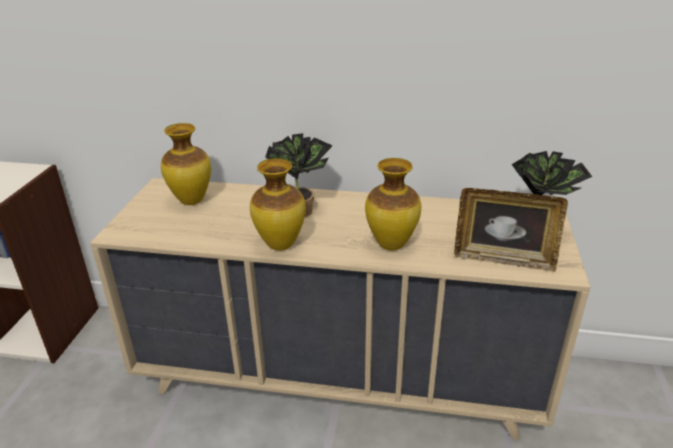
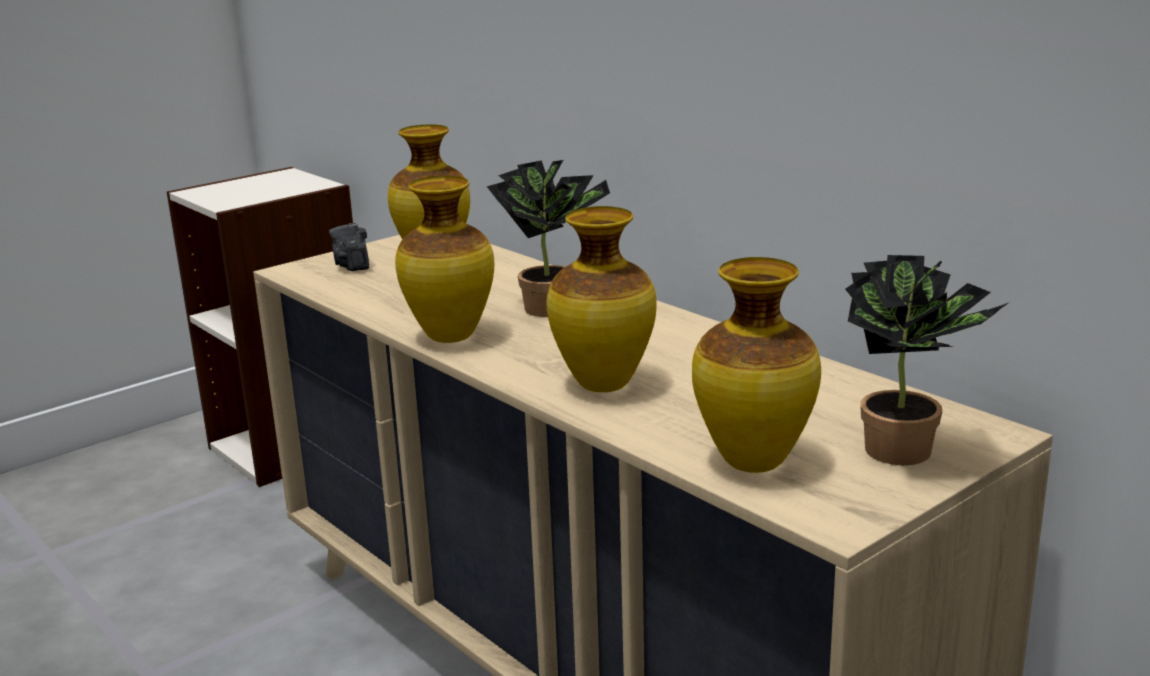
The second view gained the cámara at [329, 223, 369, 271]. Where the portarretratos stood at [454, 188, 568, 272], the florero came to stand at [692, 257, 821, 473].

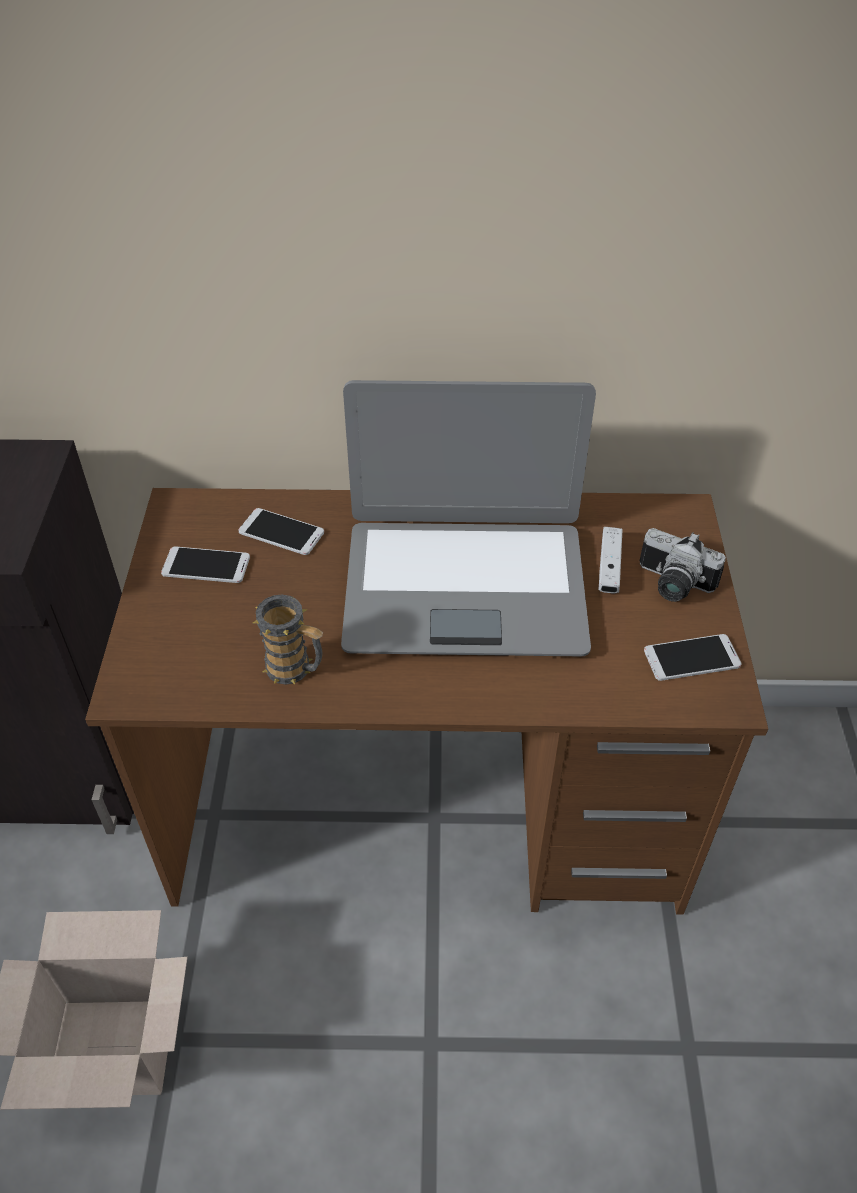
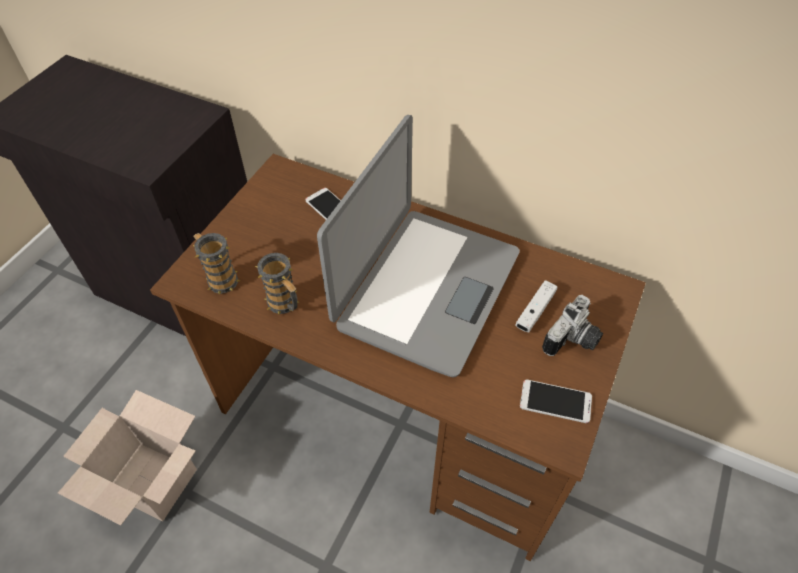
The second view lost the móvil at [161, 546, 250, 583]. The second view gained the taza grande at [193, 233, 240, 294]. The portátil at [341, 380, 596, 656] ended up facing another way, 90 degrees counterclockwise from before. The cámara at [640, 528, 726, 602] ended up facing another way, 105 degrees counterclockwise from before.

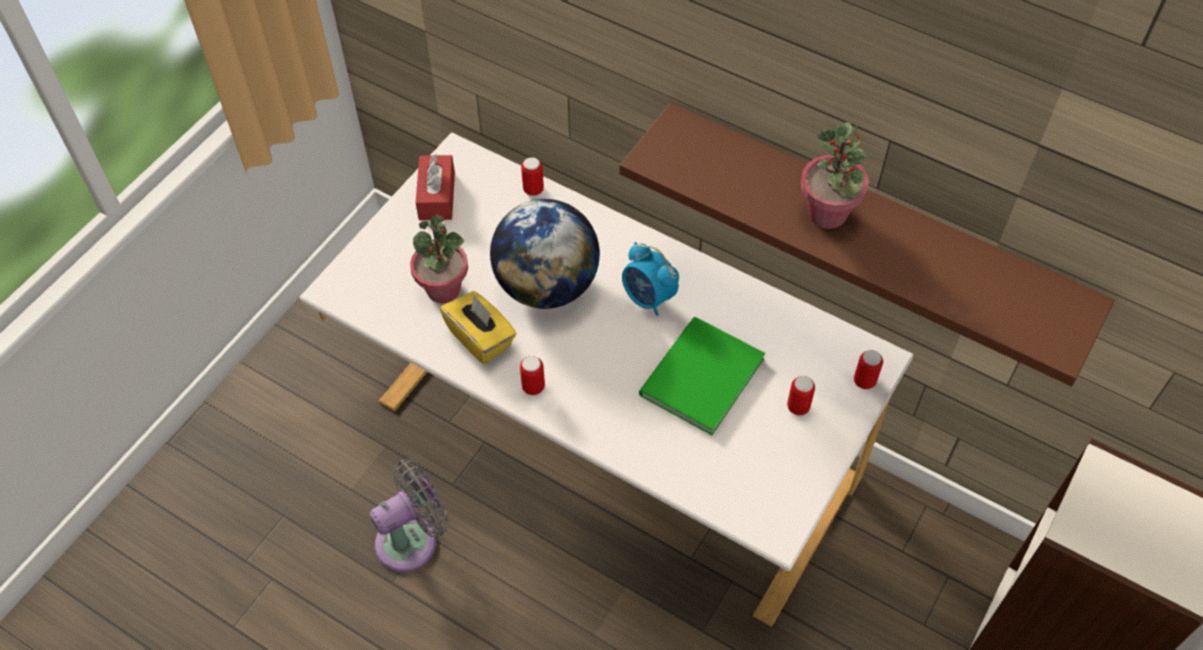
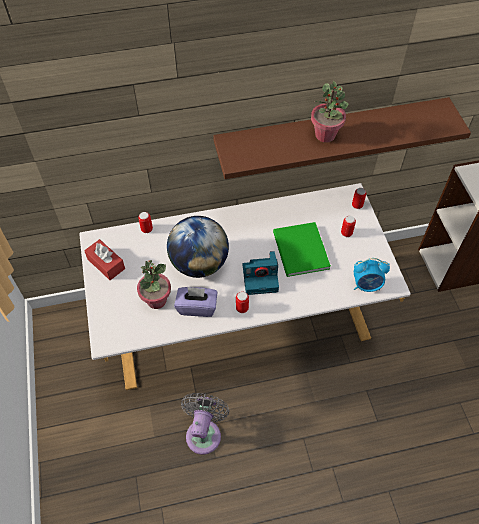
The second view gained the cámara at [243, 251, 279, 295]. The despertador ended up elsewhere, having gone from [622, 242, 679, 316] to [354, 258, 390, 292]. What was the caja de pañuelos [amarillo] at [440, 291, 517, 364] turned into the caja de pañuelos [morado] at [174, 286, 217, 317].

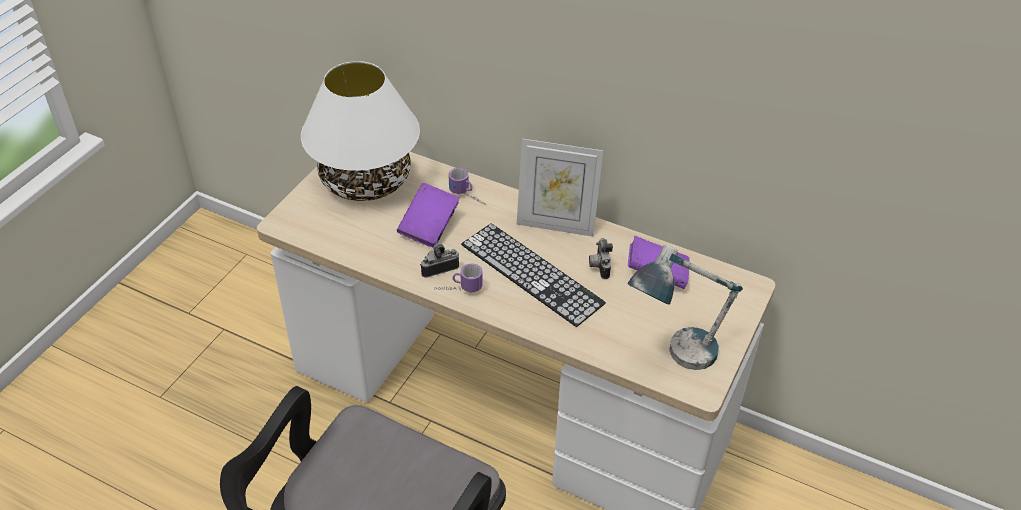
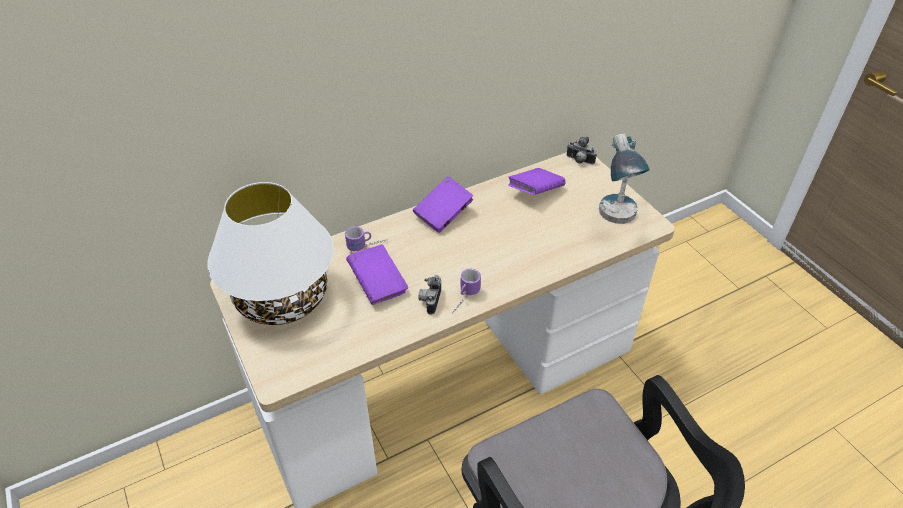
The second view lost the teclado at [461, 223, 606, 327]. The cámara ended up elsewhere, having gone from [589, 238, 613, 279] to [567, 137, 597, 164]. Where the portarretratos stood at [517, 139, 603, 237], the libro [morado] came to stand at [413, 176, 473, 233].

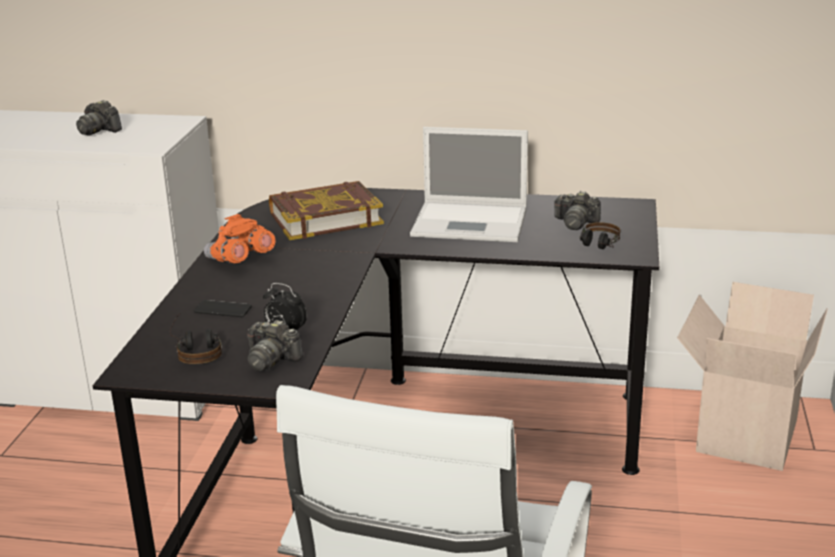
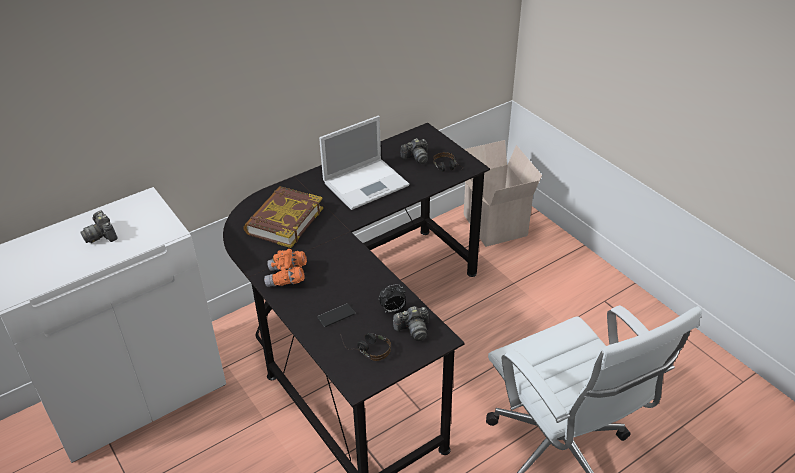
The cámara at [76, 100, 122, 136] ended up facing another way, 60 degrees clockwise from before.

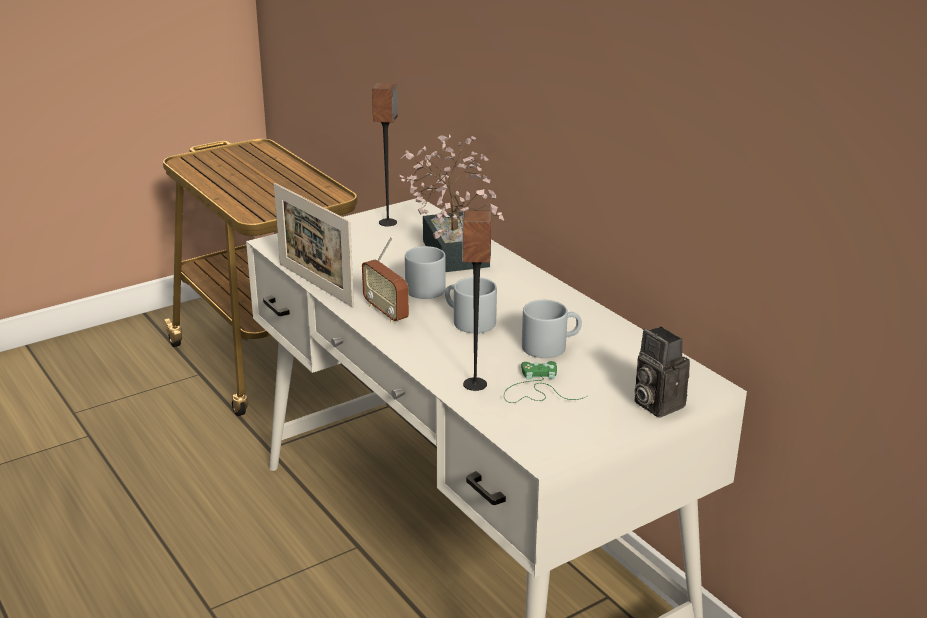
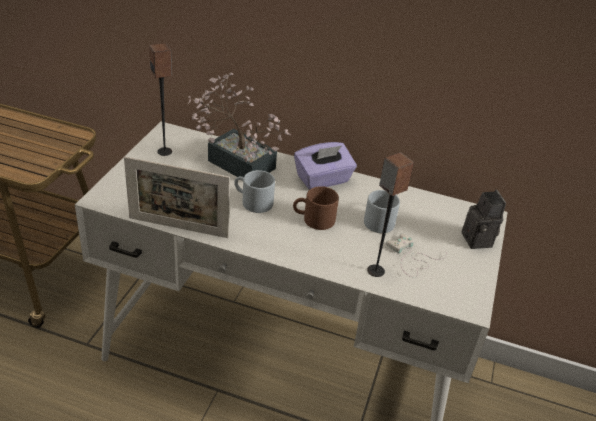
The second view lost the radio at [362, 236, 409, 323]. The second view gained the caja de pañuelos [morado] at [294, 142, 357, 190]. What was the taza grande [gris] at [445, 277, 497, 333] turned into the taza grande [marrón] at [293, 186, 339, 230]. What was the mando de consola [verde] at [504, 361, 588, 403] turned into the mando de consola [blanco] at [386, 233, 447, 277]. The cámara at [634, 326, 690, 418] ended up facing another way, 120 degrees counterclockwise from before.

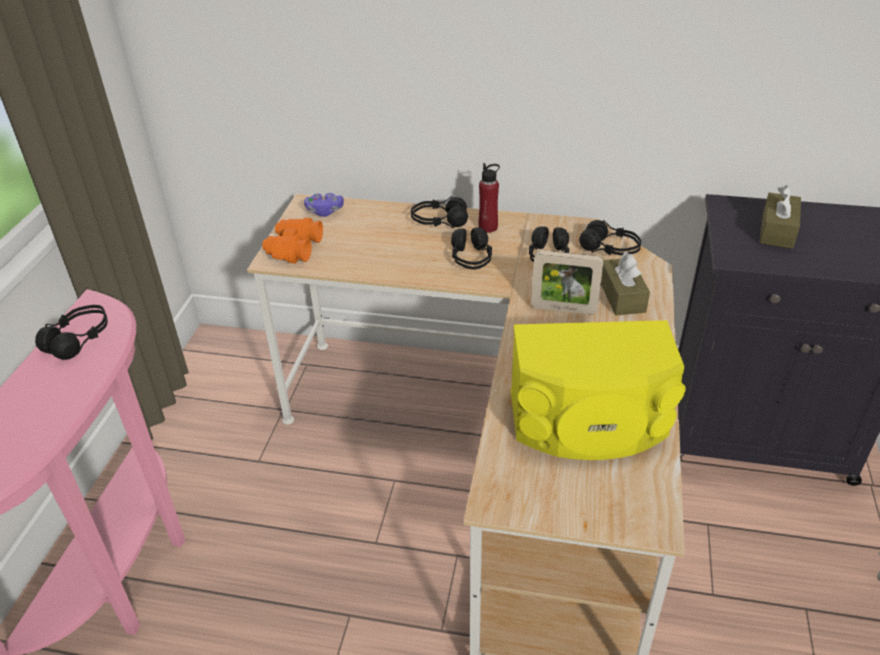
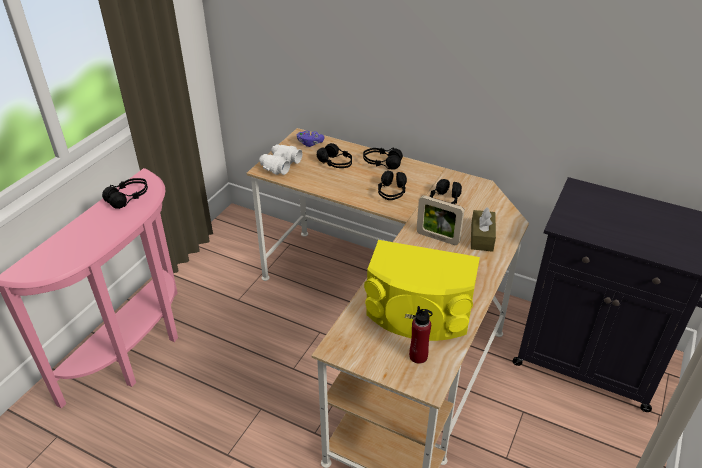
The second view lost the caja de pañuelos [marrón] at [760, 185, 801, 249]. The botella [rojo] ended up elsewhere, having gone from [478, 163, 500, 233] to [409, 306, 433, 364]. The auriculares [negro] ended up elsewhere, having gone from [579, 220, 641, 255] to [317, 143, 352, 168]. What was the prismáticos [naranja] at [262, 218, 323, 264] turned into the prismáticos [blanco] at [259, 144, 303, 175].

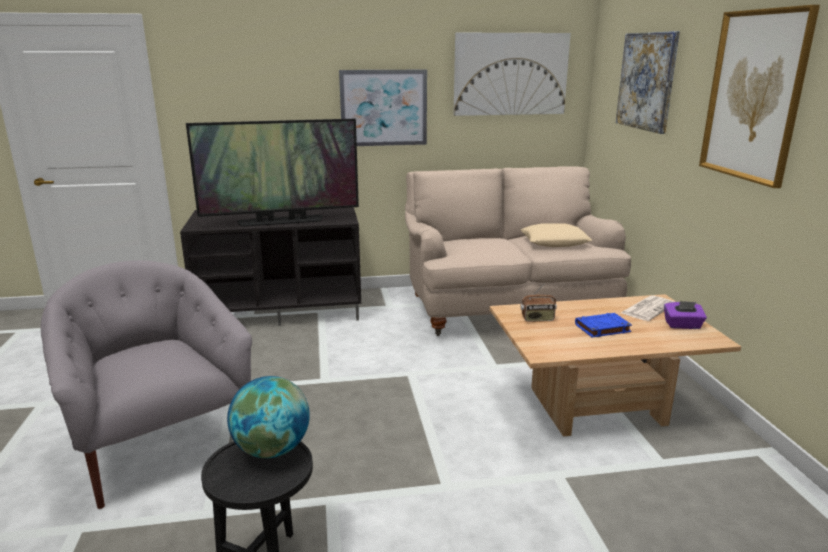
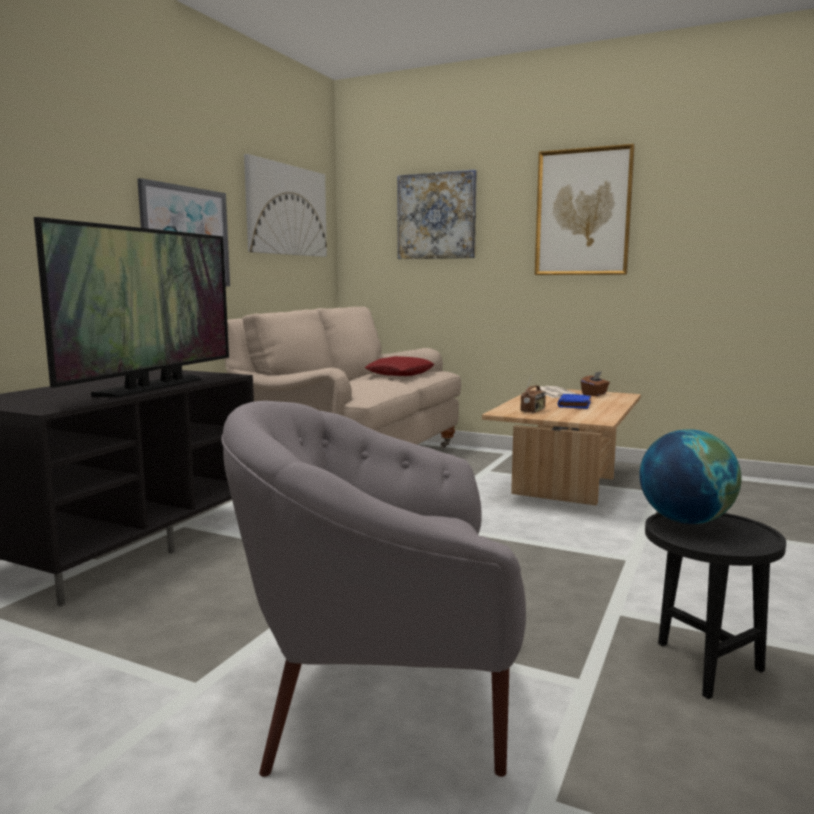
What was the cojín [beis] at [521, 223, 592, 247] turned into the cojín [rojo] at [365, 356, 435, 376]. What was the caja de pañuelos [morado] at [664, 301, 707, 329] turned into the caja de pañuelos [marrón] at [581, 371, 610, 396].

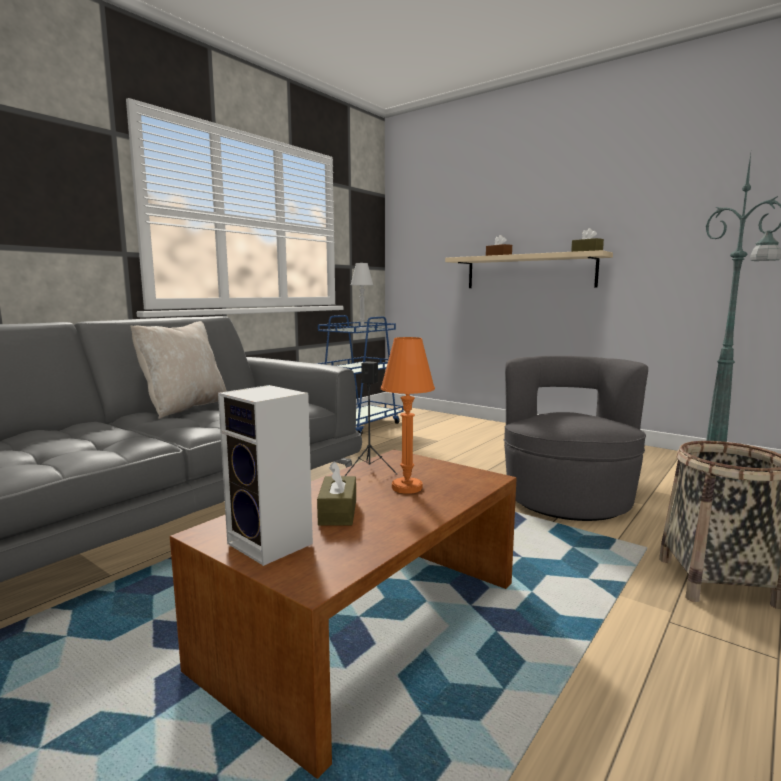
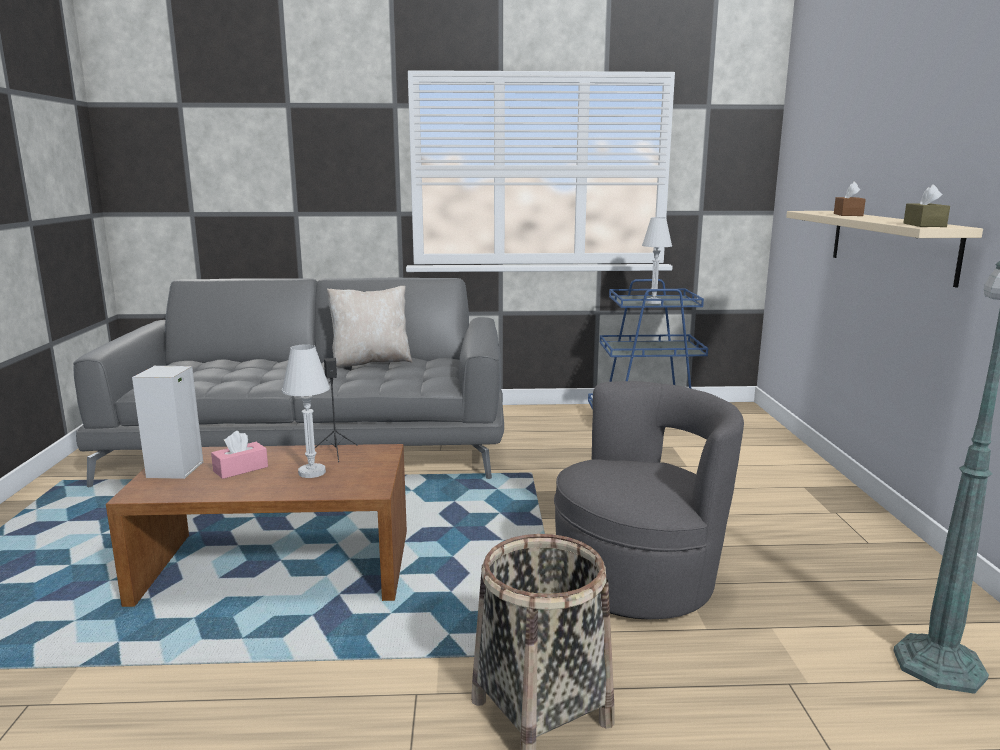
What was the caja de pañuelos [marrón] at [317, 461, 356, 526] turned into the caja de pañuelos [rosa] at [211, 431, 268, 479]. What was the lámpara de mesa [naranja] at [381, 337, 435, 494] turned into the lámpara de mesa [blanco] at [282, 344, 330, 478].

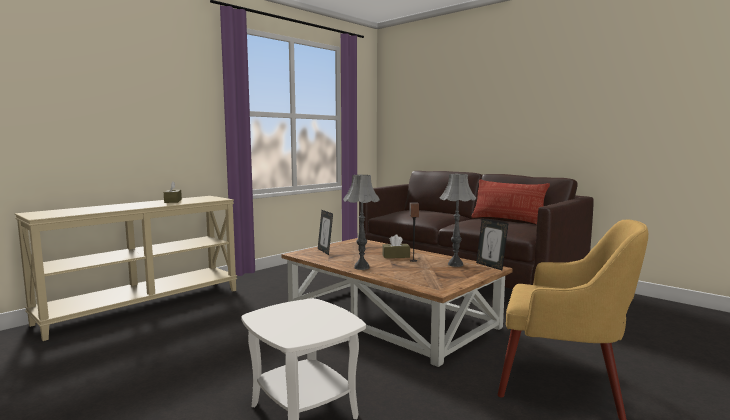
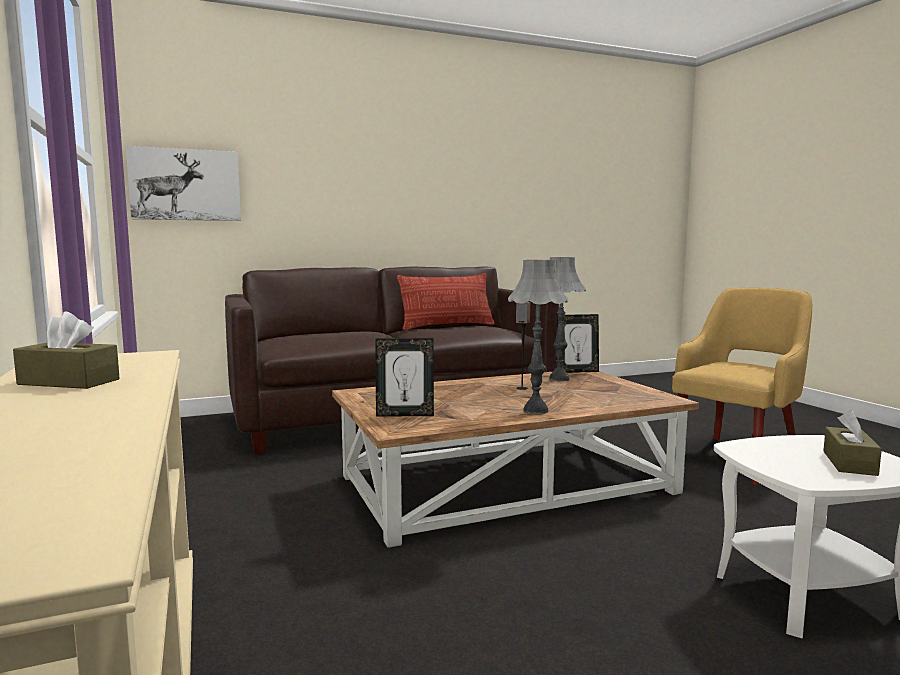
The second view gained the cuadro at [126, 146, 241, 221]. The caja de pañuelos [marrón] ended up elsewhere, having gone from [382, 234, 410, 258] to [823, 410, 882, 476].

